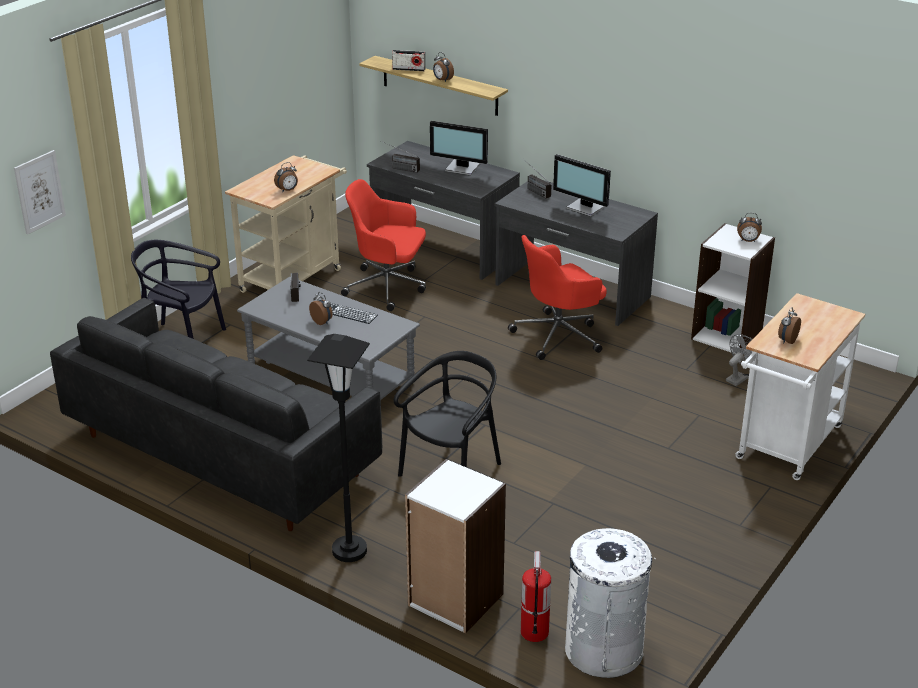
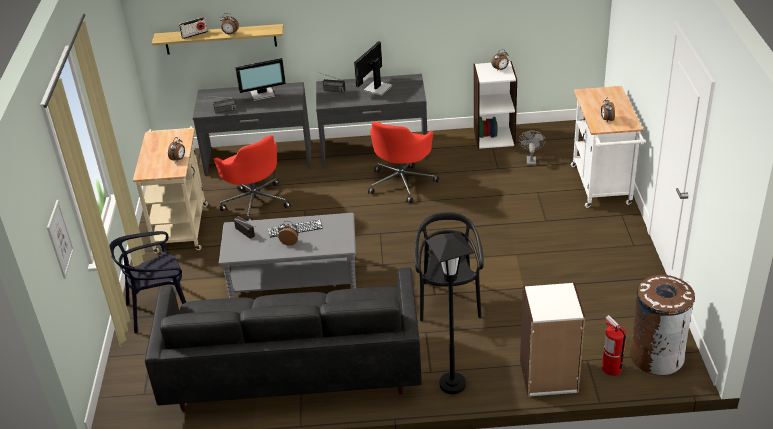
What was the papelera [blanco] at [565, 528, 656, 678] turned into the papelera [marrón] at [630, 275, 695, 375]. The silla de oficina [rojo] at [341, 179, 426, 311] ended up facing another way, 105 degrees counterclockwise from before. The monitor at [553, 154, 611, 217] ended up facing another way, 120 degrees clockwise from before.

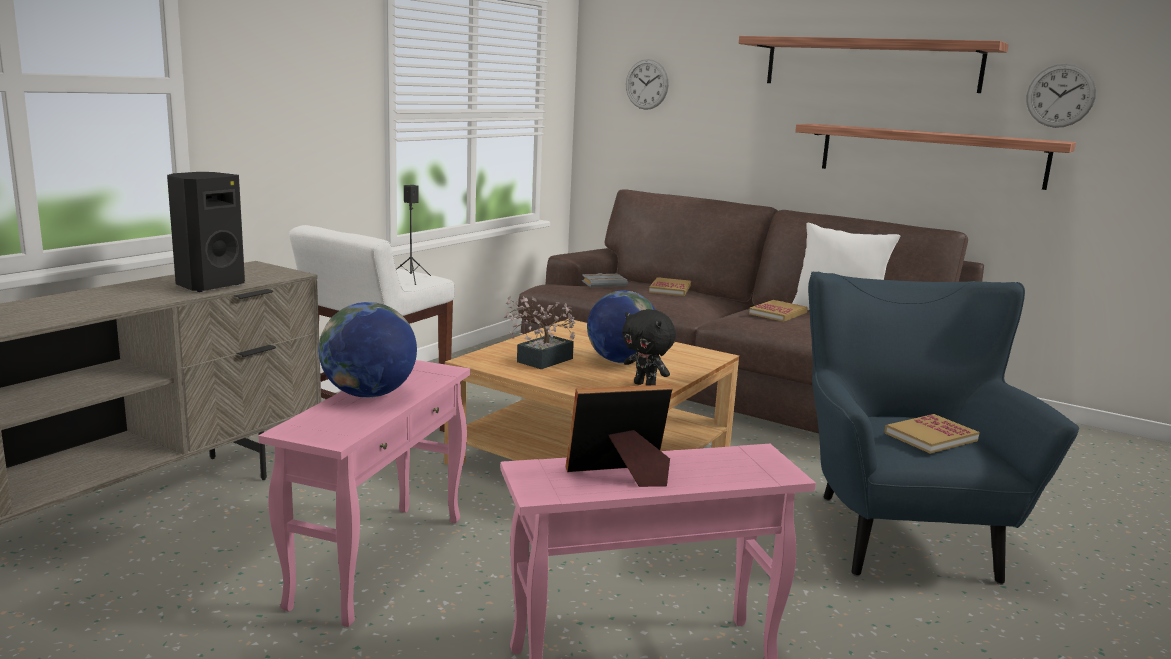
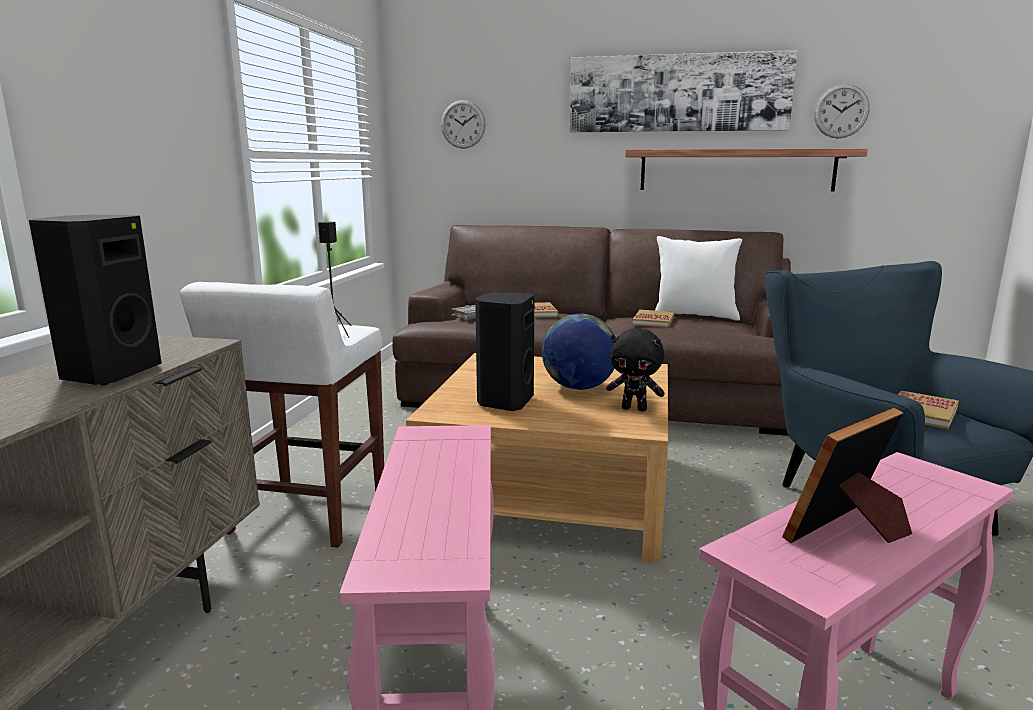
The second view lost the globo terráqueo at [319, 302, 417, 398]. Where the planta en maceta stood at [503, 296, 575, 369], the altavoz [negro] came to stand at [475, 292, 534, 411]. Where the estante hung at [739, 36, 1009, 93], the cuadro came to hang at [570, 50, 798, 132].

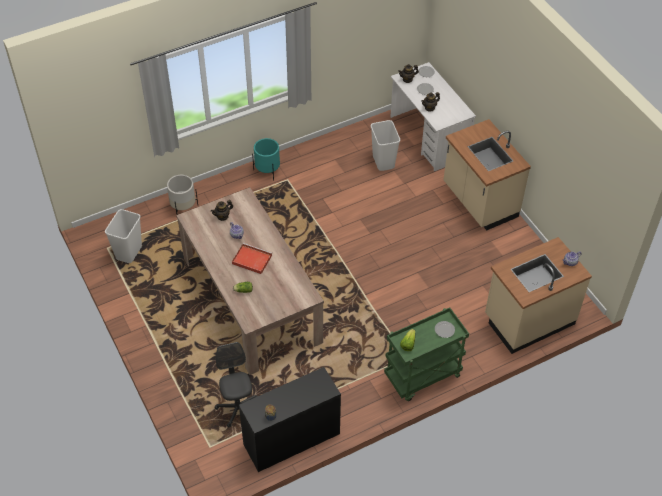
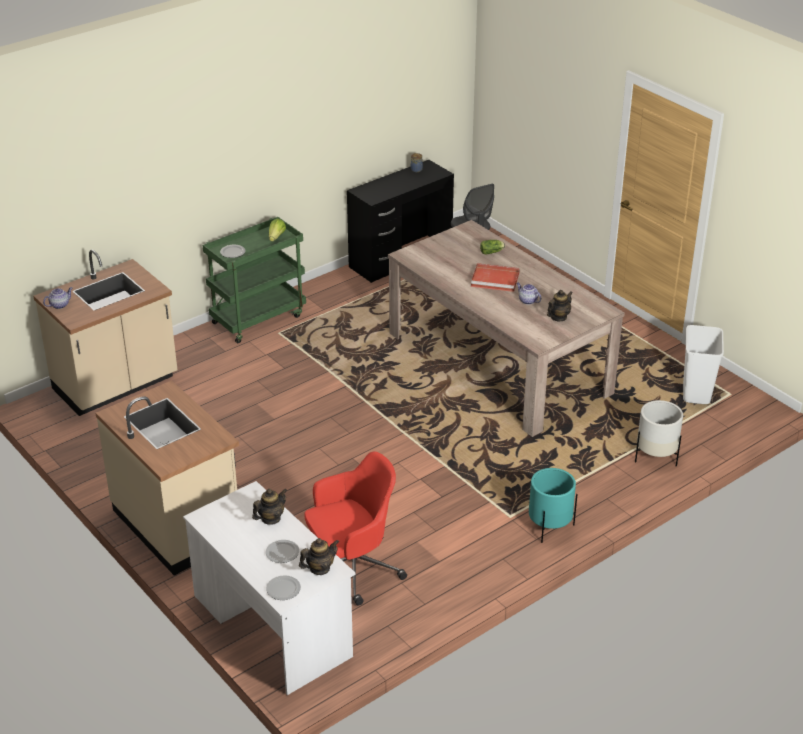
Where the papelera [blanco] stood at [371, 120, 400, 171], the silla de oficina [rojo] came to stand at [304, 452, 407, 606].

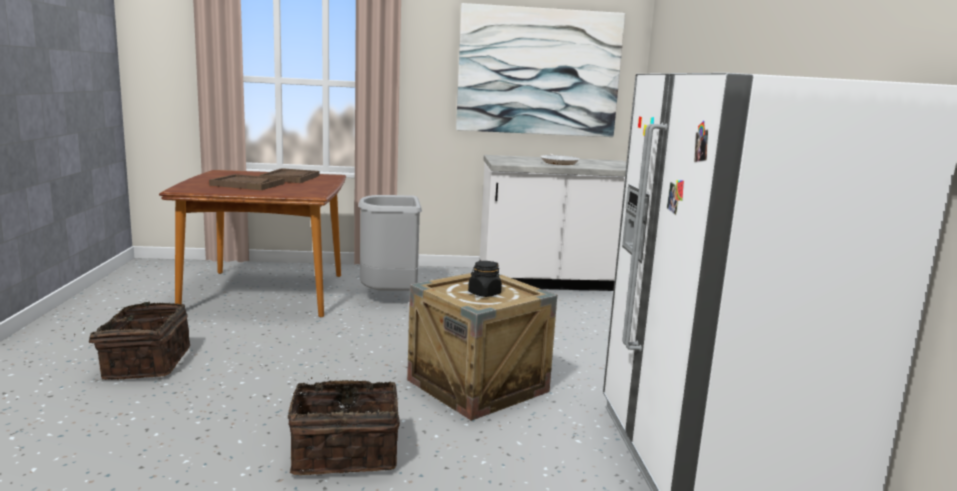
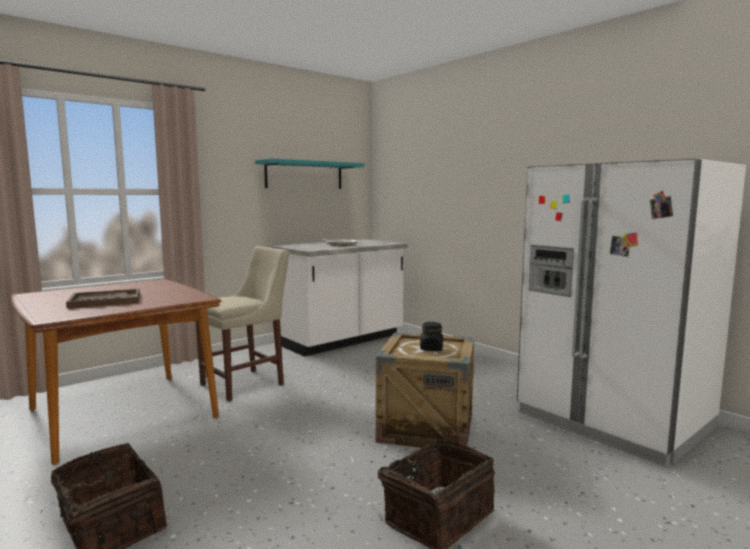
The second view lost the bandeja [marrón] at [260, 168, 320, 183]. Where the papelera [gris] stood at [358, 195, 422, 291], the silla [beis] came to stand at [196, 246, 289, 402]. Where the cuadro hung at [456, 3, 625, 137], the estante [turquesa] came to hang at [255, 158, 364, 189].

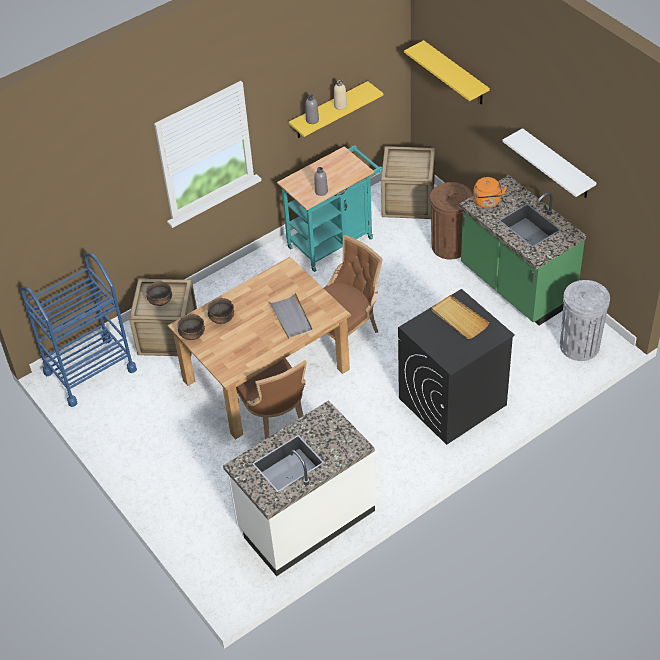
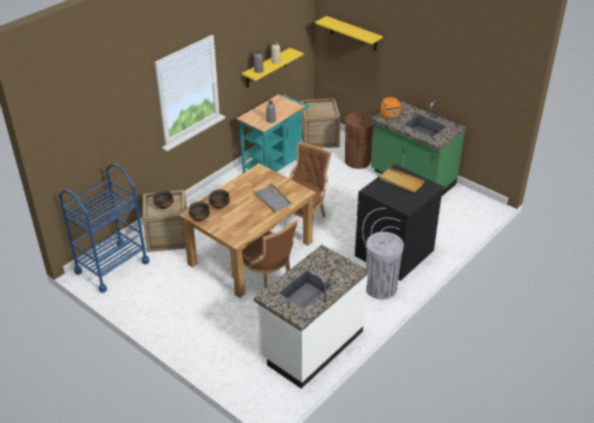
The second view lost the estante [blanco] at [502, 128, 596, 198]. The papelera [gris] ended up elsewhere, having gone from [560, 280, 610, 361] to [366, 232, 404, 300].

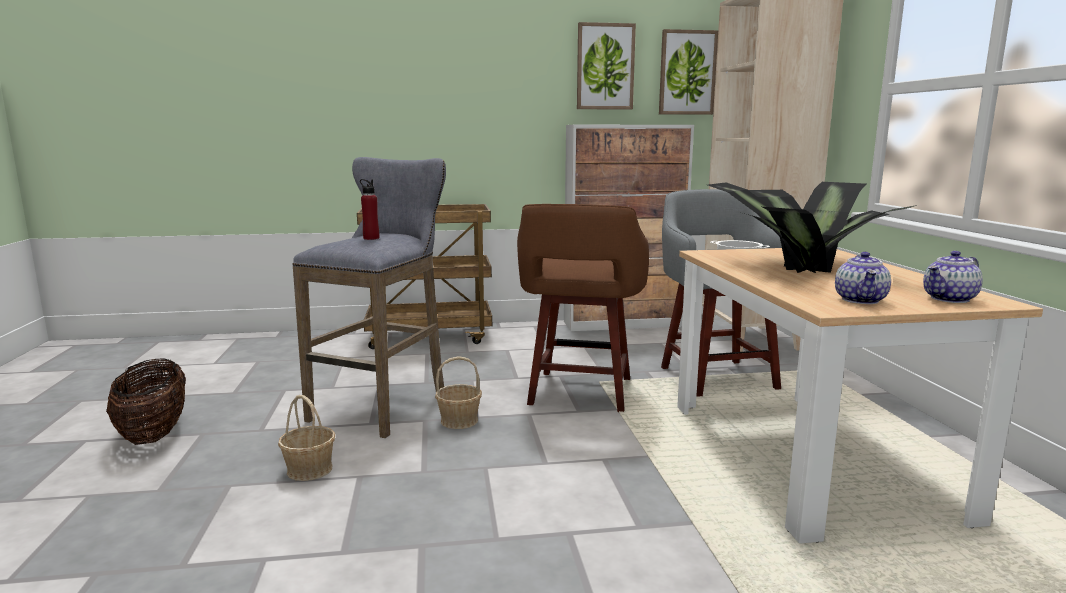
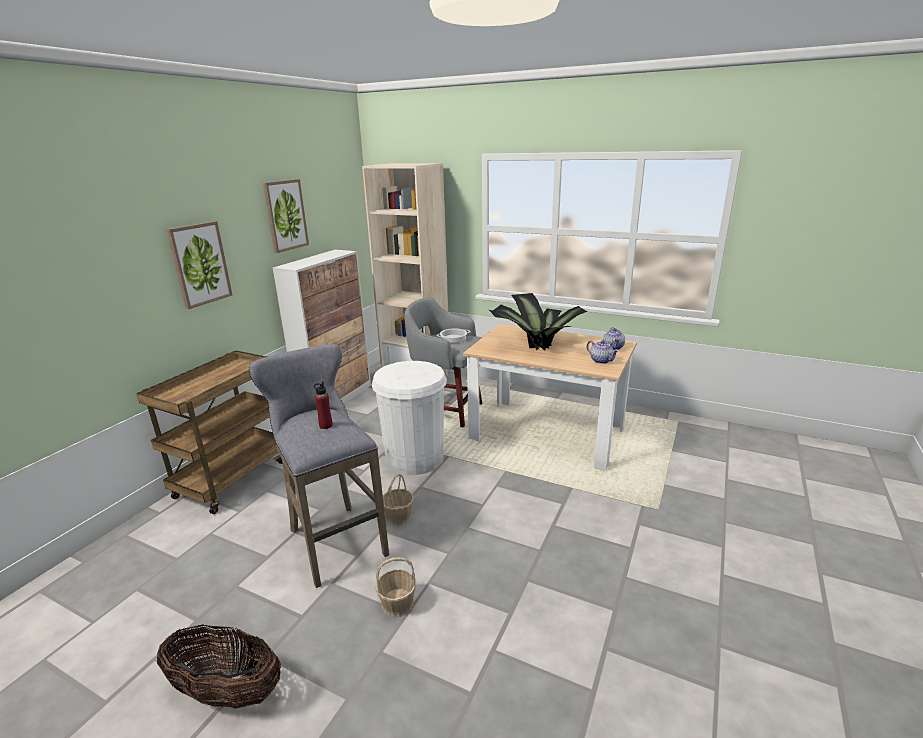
The cuadro ended up elsewhere, having gone from [659, 29, 718, 115] to [166, 221, 232, 309]. Where the taburete [marrón] stood at [517, 204, 649, 412], the papelera [blanco] came to stand at [372, 361, 447, 475].

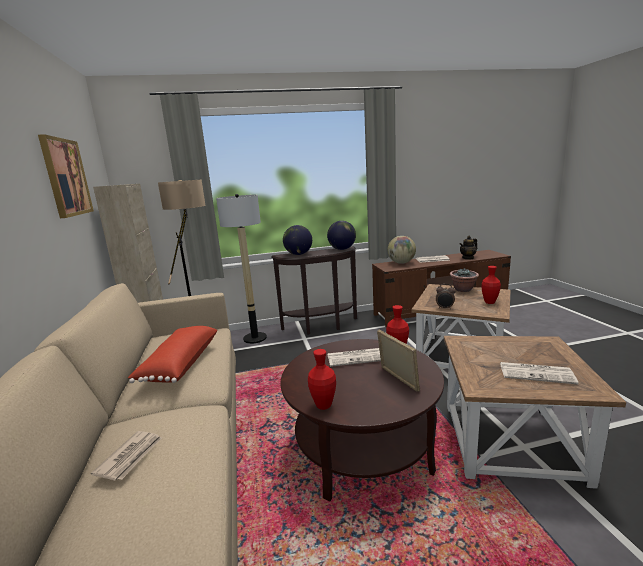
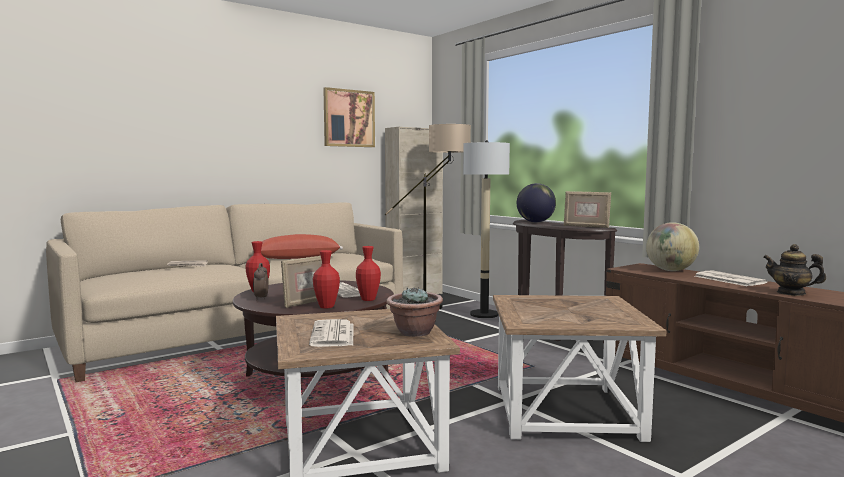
The despertador ended up elsewhere, having gone from [436, 284, 456, 309] to [253, 263, 269, 300]. The planta en maceta ended up elsewhere, having gone from [450, 268, 479, 292] to [386, 287, 443, 337]. The florero [rojo] ended up elsewhere, having gone from [482, 266, 501, 304] to [313, 250, 340, 309]. Where the globo terráqueo stood at [327, 221, 356, 250], the portarretratos came to stand at [564, 191, 611, 228].

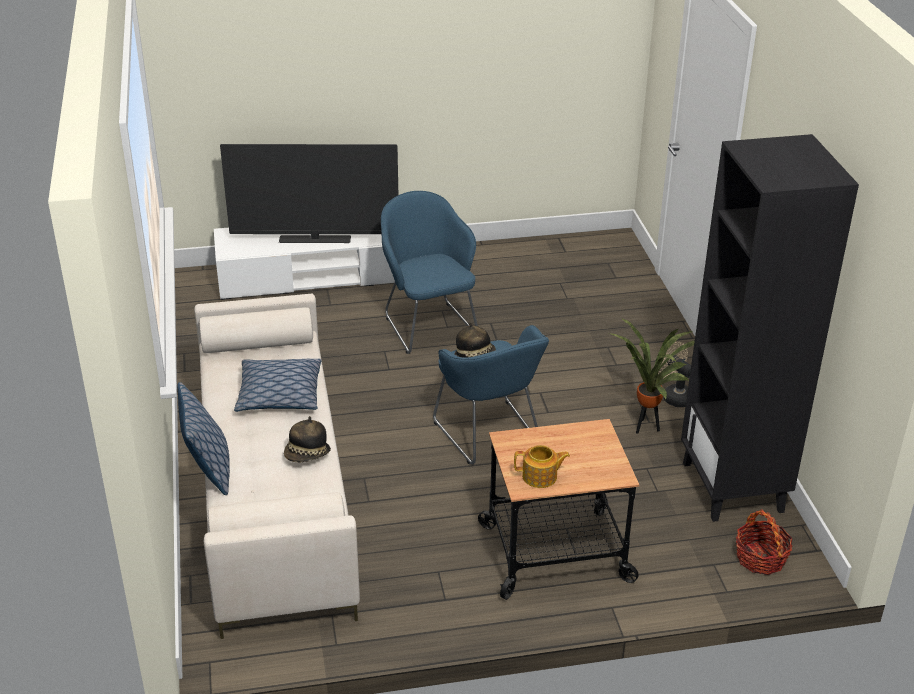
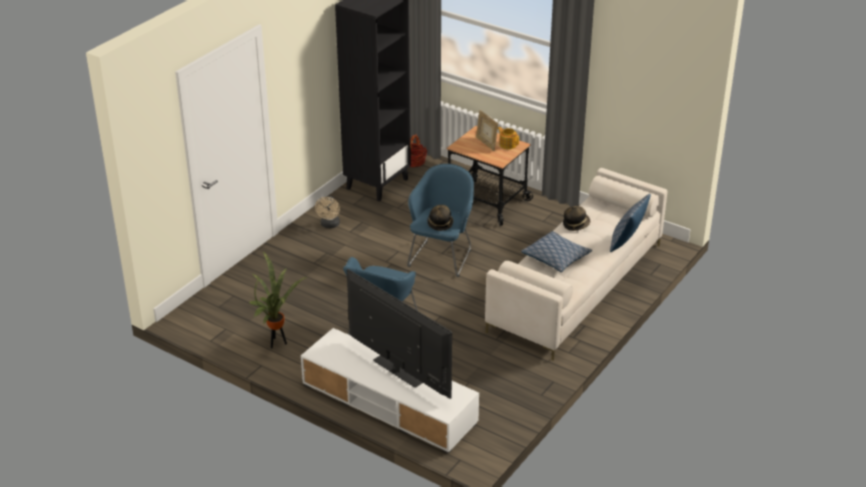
The second view gained the portarretratos at [476, 110, 498, 151]. The planta en maceta ended up elsewhere, having gone from [609, 318, 695, 434] to [249, 251, 307, 348].

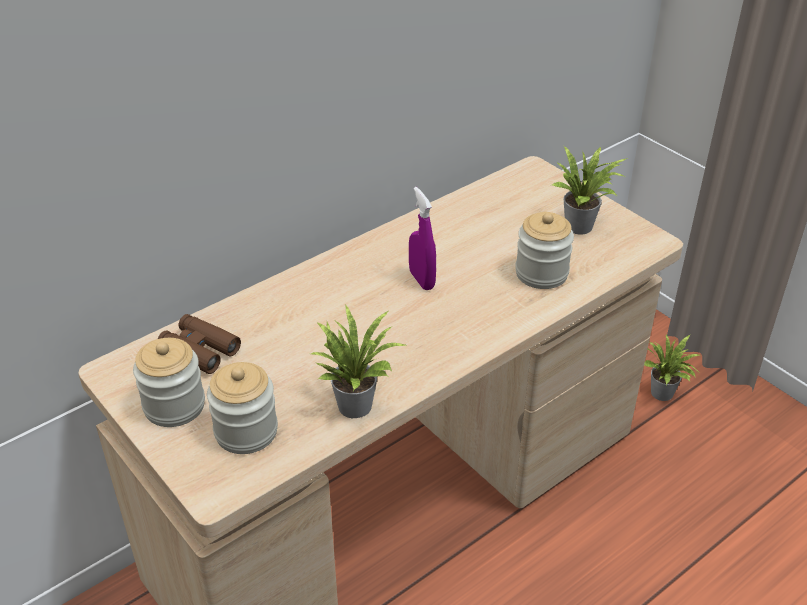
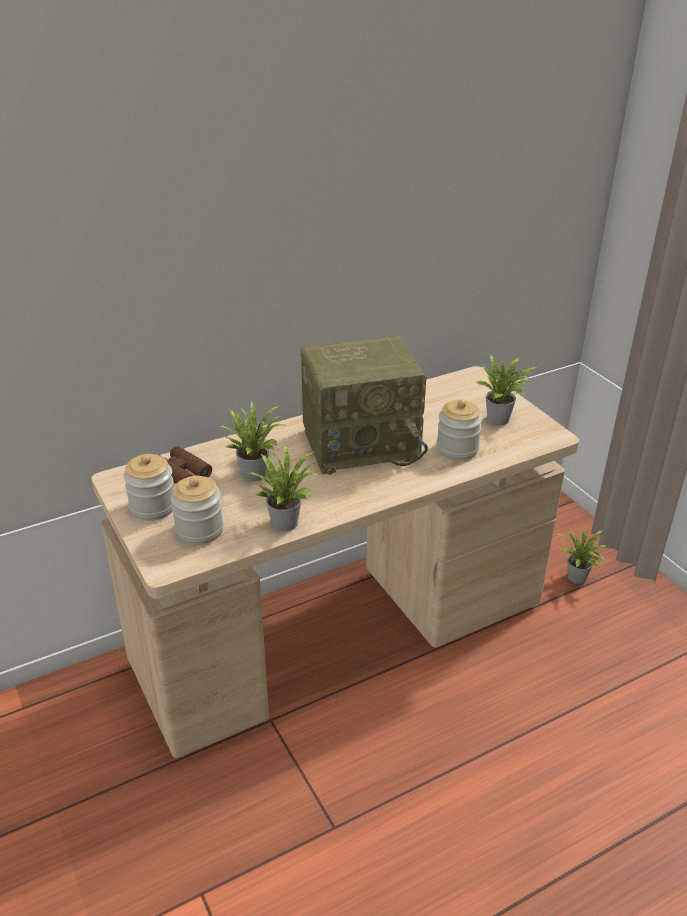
The second view gained the planta en maceta at [219, 400, 287, 482]. Where the pulverizador [morado] stood at [409, 187, 436, 290], the radio came to stand at [301, 335, 428, 475].

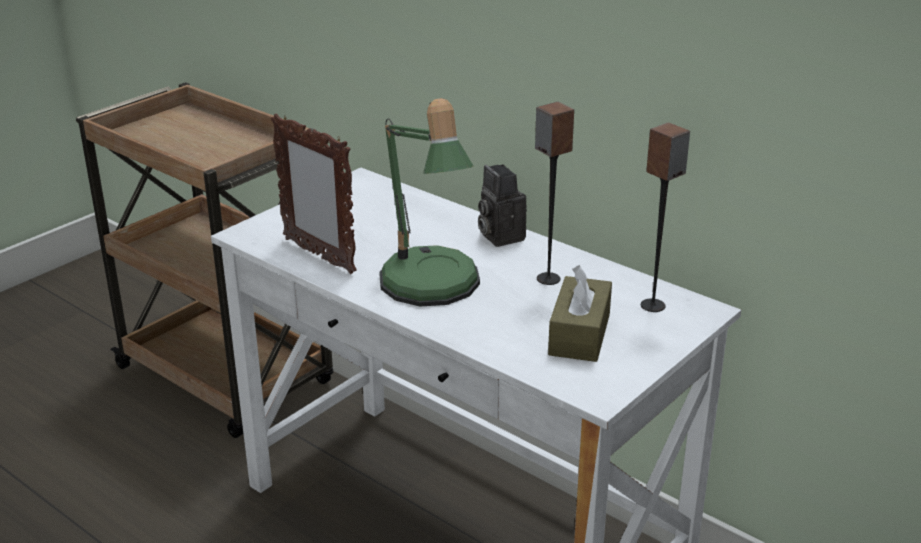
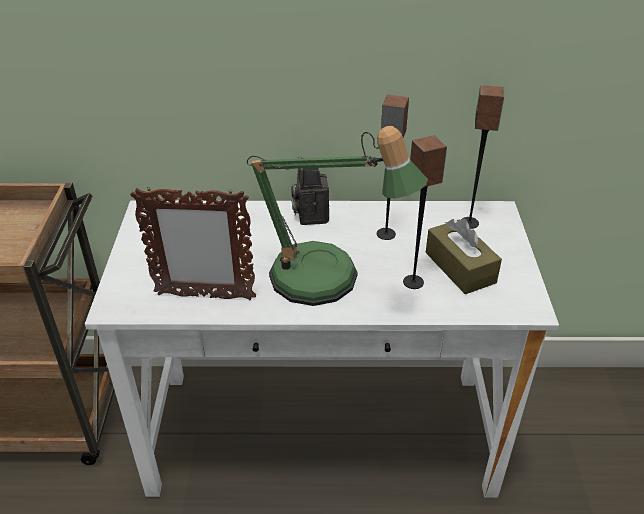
The second view gained the altavoz at [403, 135, 447, 289]. The cámara at [478, 164, 527, 247] ended up facing another way, 60 degrees clockwise from before.

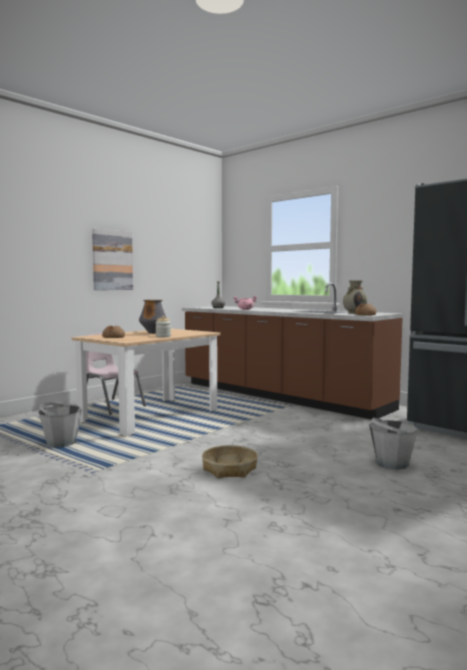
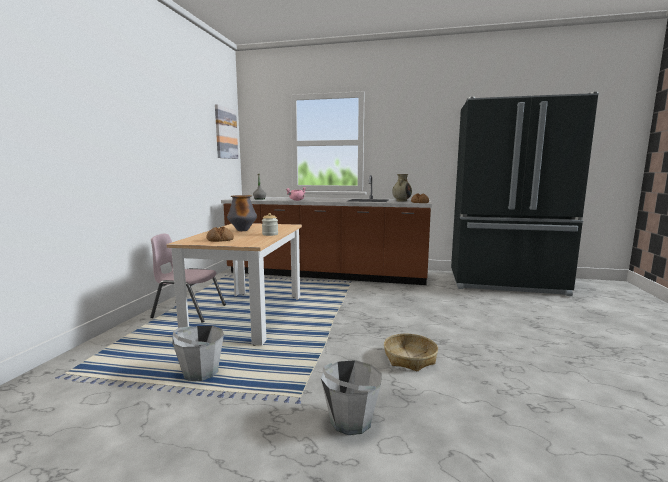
The cuadro ended up elsewhere, having gone from [92, 229, 133, 290] to [215, 104, 238, 159]. The cubo [gris] ended up elsewhere, having gone from [369, 417, 418, 470] to [321, 360, 382, 435].

